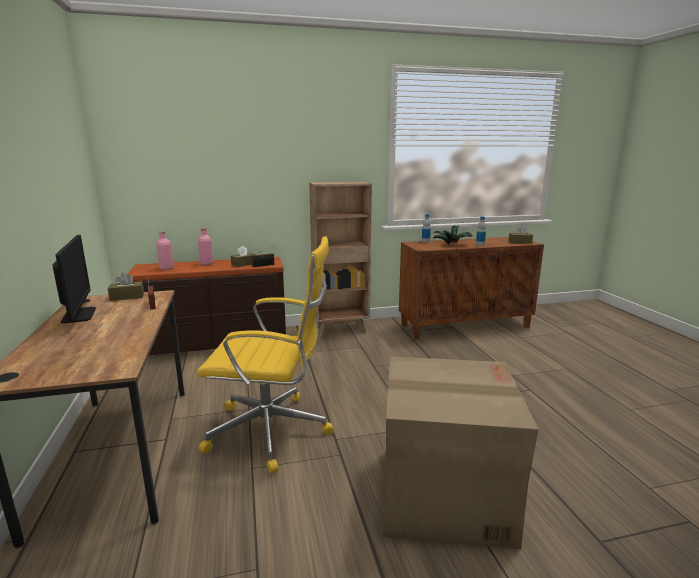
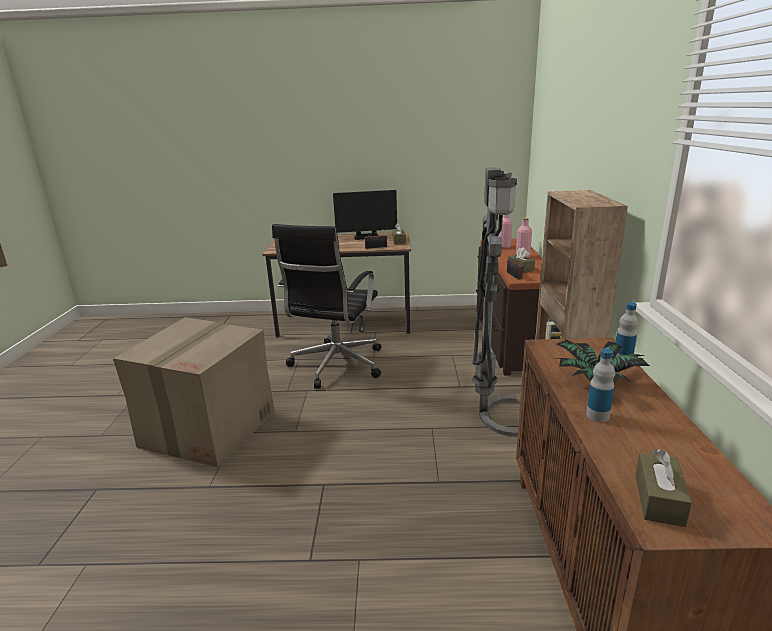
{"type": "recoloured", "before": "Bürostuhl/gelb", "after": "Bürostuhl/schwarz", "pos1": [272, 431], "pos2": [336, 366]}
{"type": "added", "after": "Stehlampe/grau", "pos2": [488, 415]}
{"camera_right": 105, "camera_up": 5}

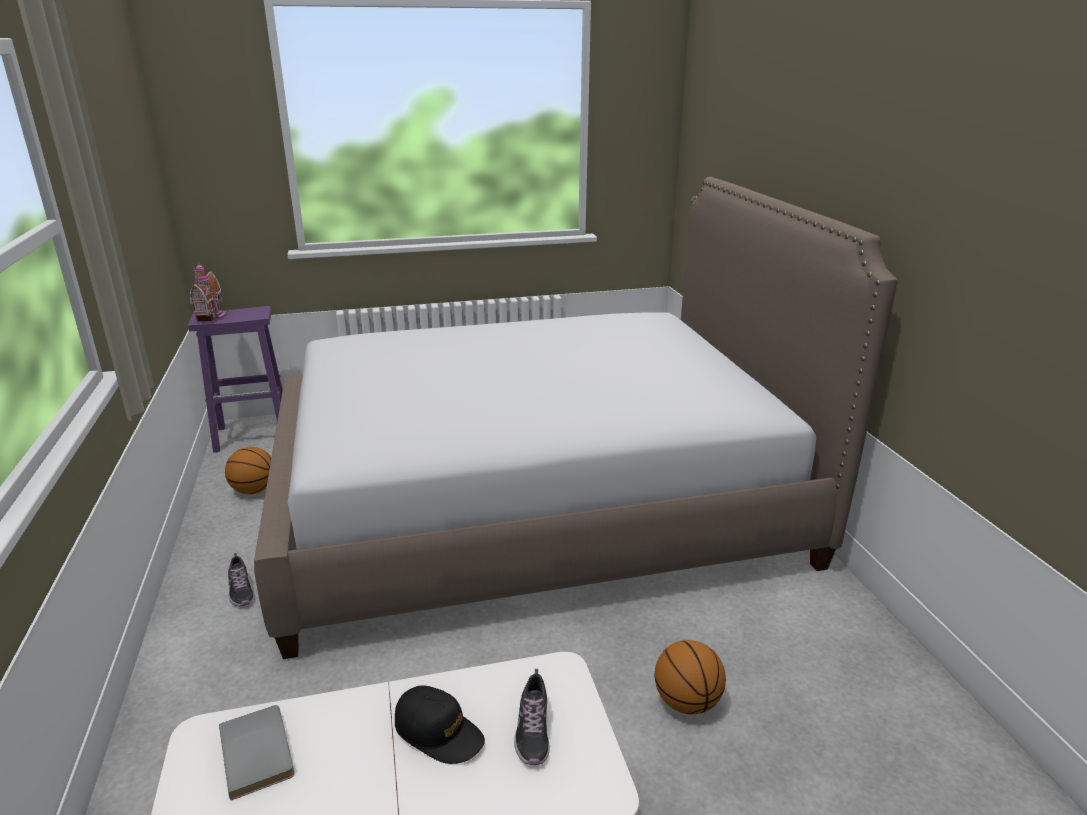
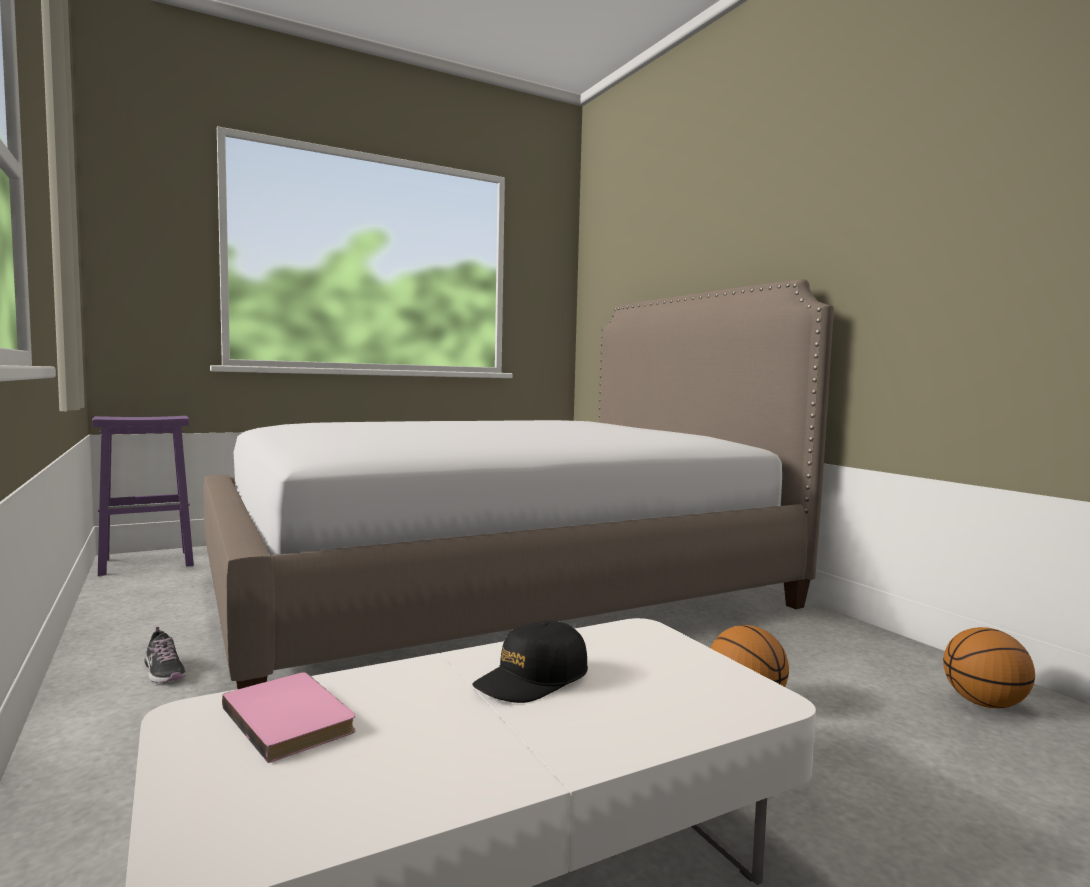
{"type": "removed", "before": "Spielzeughaus", "pos1": [213, 316]}
{"type": "recoloured", "before": "Buch/grau", "after": "Buch/rosa", "pos1": [260, 752], "pos2": [293, 718]}
{"type": "moved", "before": "Basketball", "pos1": [254, 490], "pos2": [983, 703]}
{"type": "turned", "before": "Kappe/schwarz", "pos1": [439, 732], "pos2": [532, 679], "turn": 120}
{"type": "removed", "before": "Schuh", "pos1": [533, 730]}
{"camera_right": -15, "camera_up": -20}

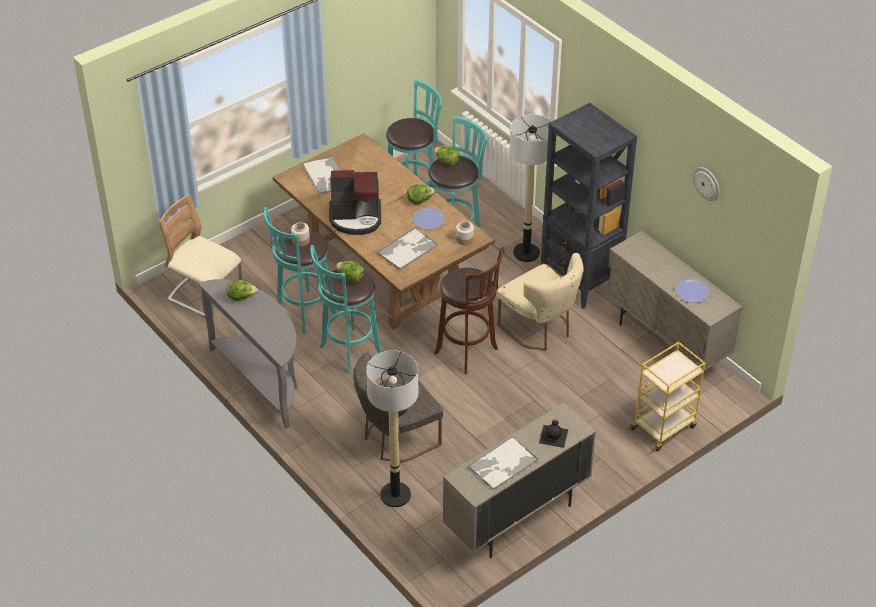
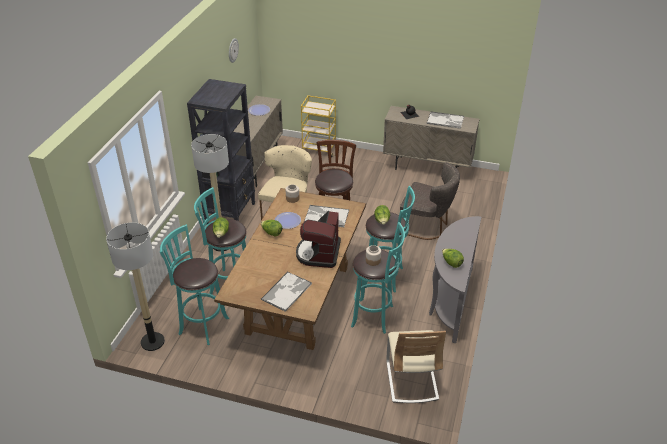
{"type": "turned", "before": "Kaffeemaschine", "pos1": [356, 218], "pos2": [319, 253], "turn": -135}
{"type": "moved", "before": "Stehlampe", "pos1": [395, 495], "pos2": [152, 342]}
{"camera_right": -125, "camera_up": -5}

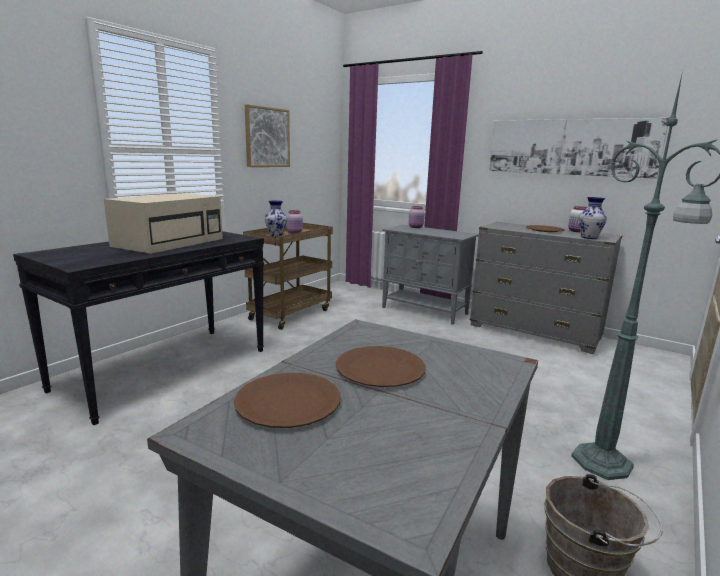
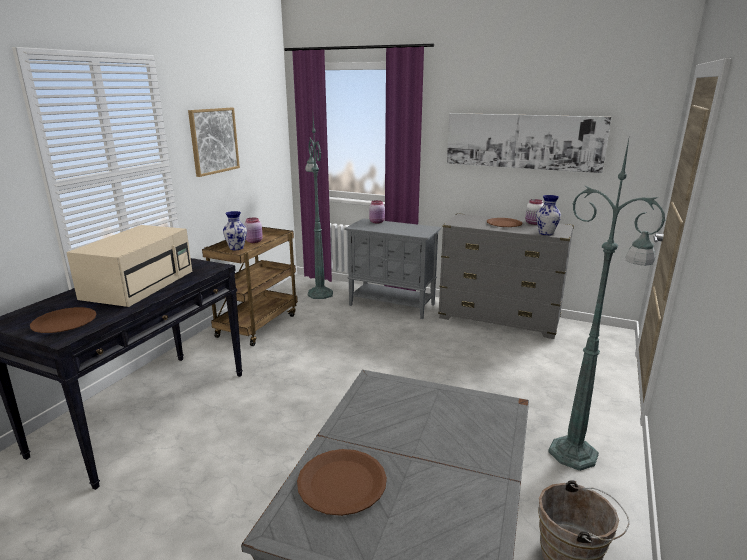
{"type": "moved", "before": "Teller/braun", "pos1": [380, 368], "pos2": [64, 322]}
{"type": "added", "after": "Stehlampe/grün", "pos2": [320, 293]}
{"camera_right": -10, "camera_up": 5}

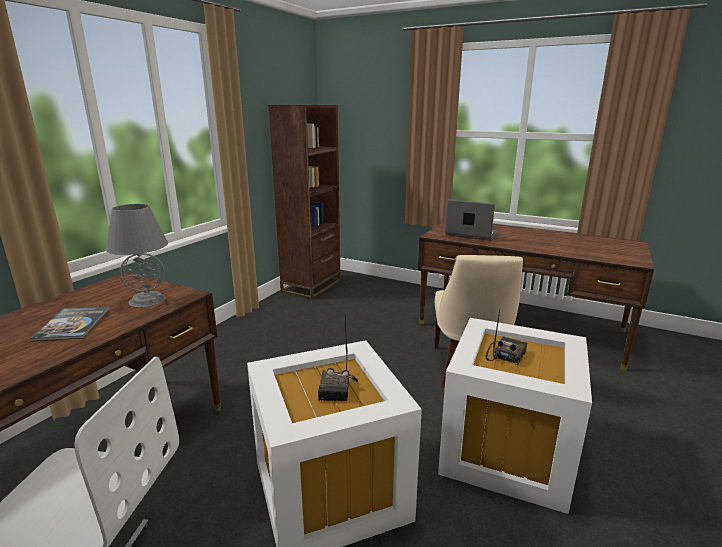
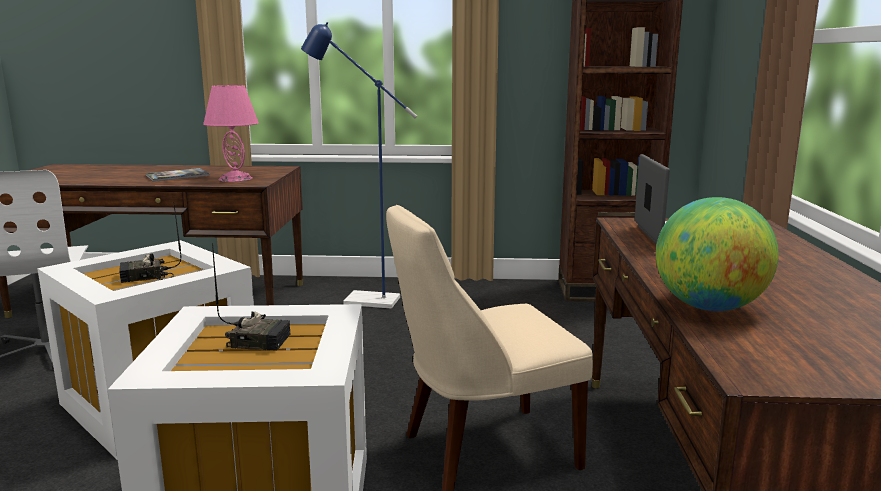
{"type": "recoloured", "before": "Tischlampe/grau", "after": "Tischlampe/rosa", "pos1": [147, 300], "pos2": [235, 179]}
{"type": "added", "after": "Stehlampe/blau", "pos2": [362, 300]}
{"type": "added", "after": "Globus", "pos2": [709, 307]}
{"camera_right": 65, "camera_up": -5}

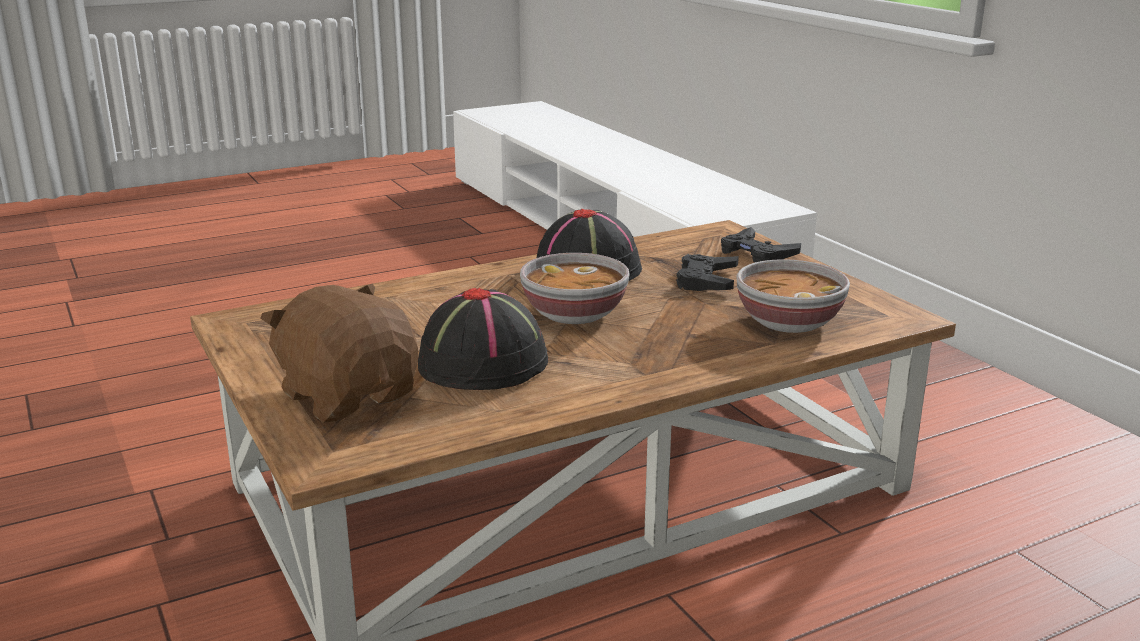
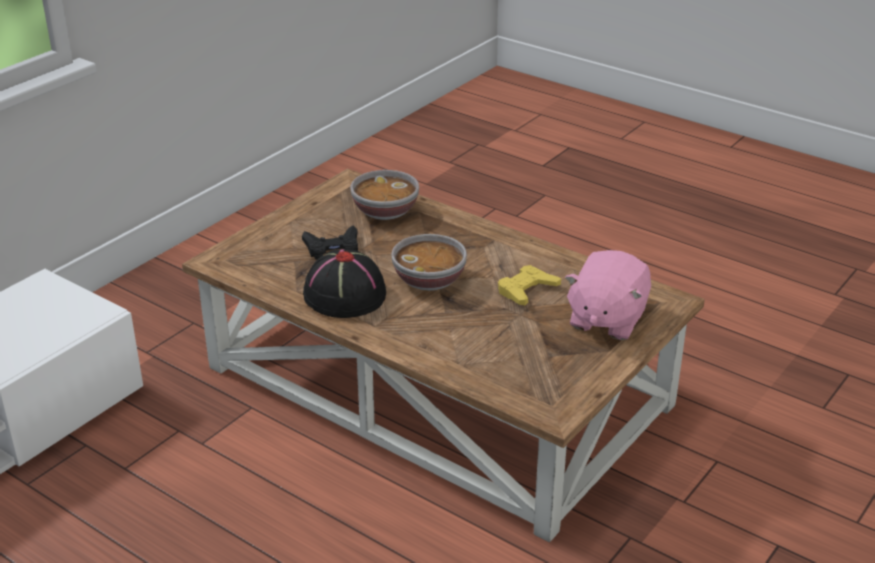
{"type": "recoloured", "before": "Plüschtier/braun", "after": "Plüschtier/rosa", "pos1": [349, 395], "pos2": [606, 319]}
{"type": "replaced", "before": "Hut/schwarz", "after": "Gamepad/gelb", "pos1": [483, 363], "pos2": [526, 290]}
{"type": "removed", "before": "Gamepad/schwarz", "pos1": [757, 254]}
{"camera_right": -115, "camera_up": 10}

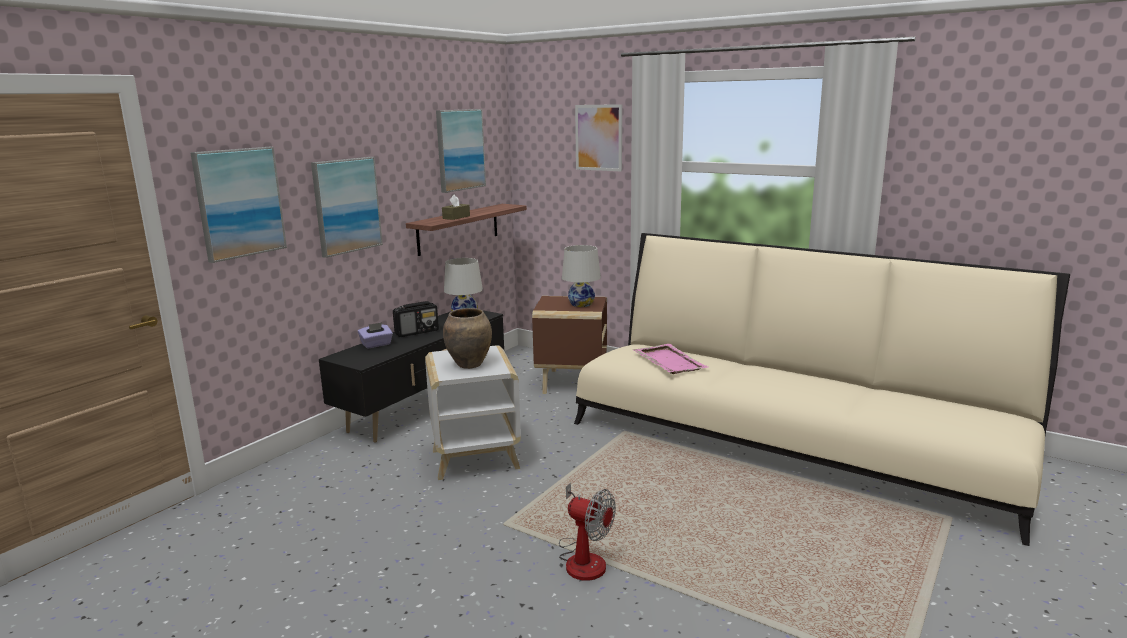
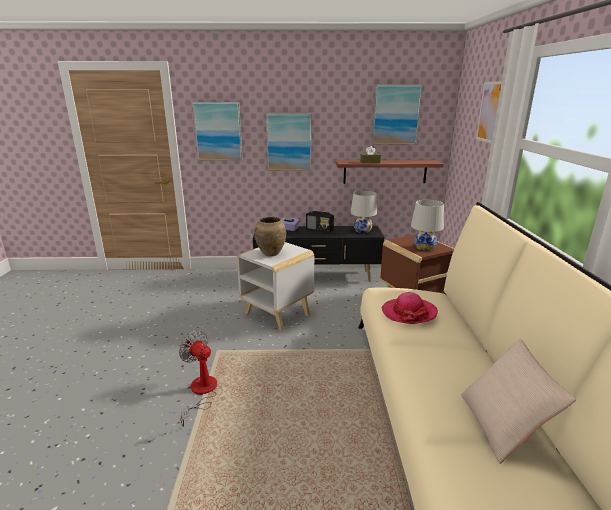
{"type": "turned", "before": "Ventilator", "pos1": [583, 558], "pos2": [201, 393], "turn": 135}
{"type": "replaced", "before": "Tablett/rosa", "after": "Hut", "pos1": [669, 361], "pos2": [409, 312]}
{"type": "added", "after": "Kissen/beige", "pos2": [503, 426]}
{"camera_right": 55, "camera_up": 5}

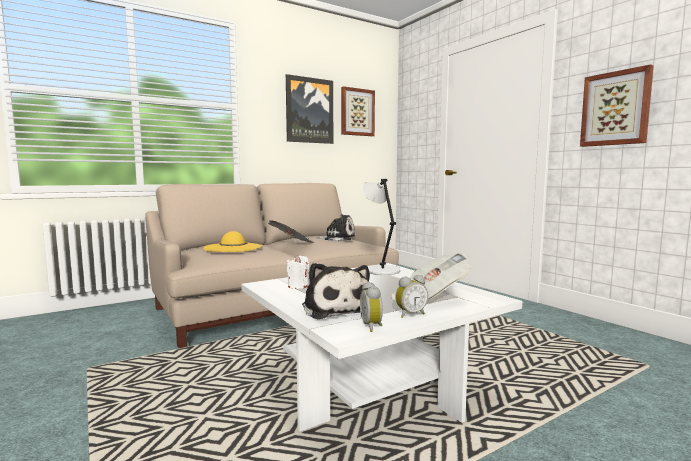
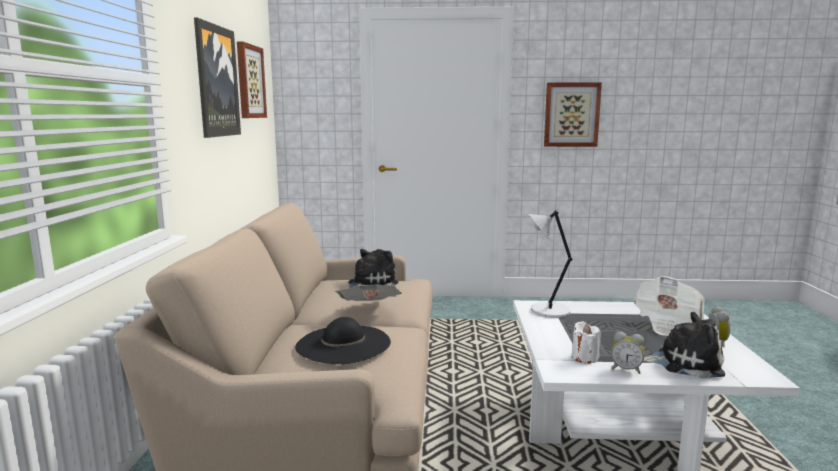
{"type": "recoloured", "before": "Hut/gelb", "after": "Hut/schwarz", "pos1": [232, 247], "pos2": [343, 344]}
{"type": "moved", "before": "Wecker", "pos1": [372, 326], "pos2": [626, 369]}
{"camera_right": -55, "camera_up": 5}

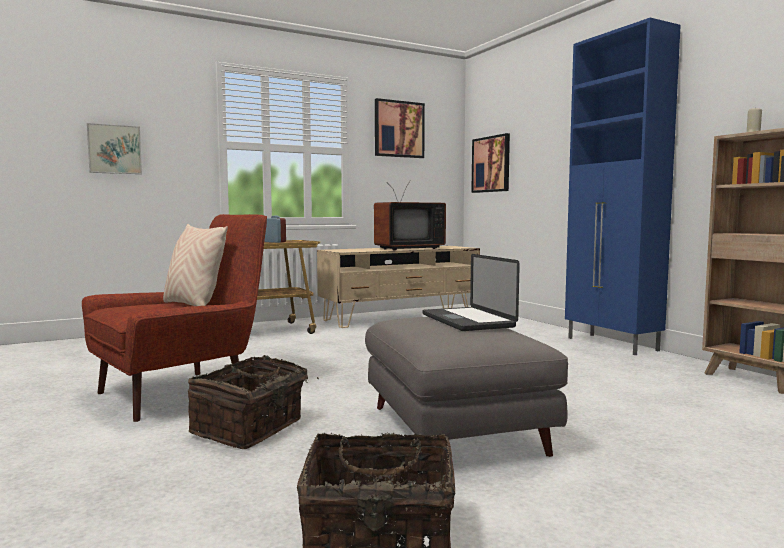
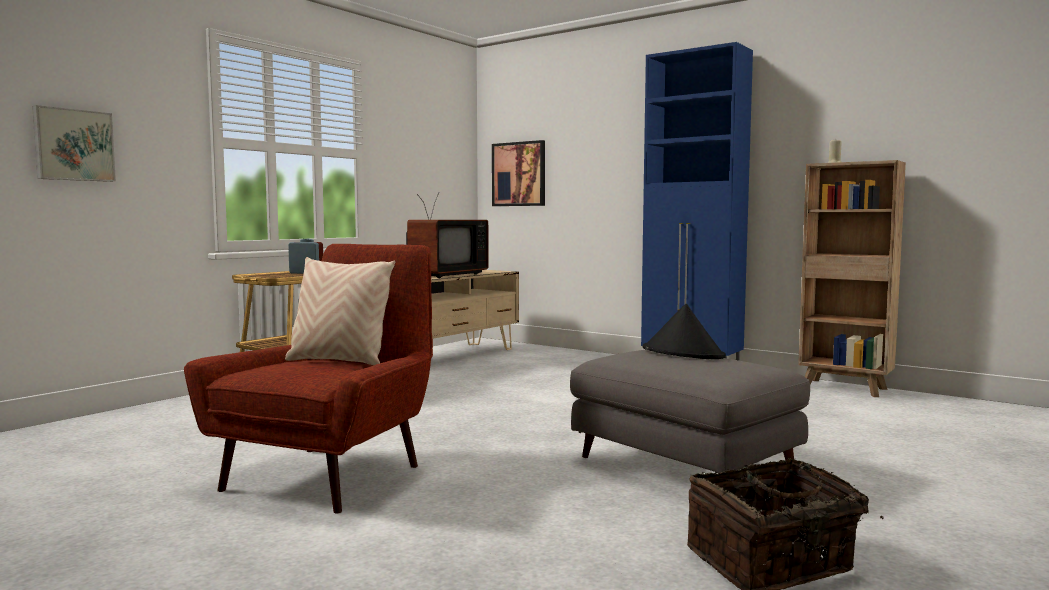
{"type": "removed", "before": "Korb", "pos1": [250, 428]}
{"type": "removed", "before": "Bild", "pos1": [399, 129]}
{"type": "replaced", "before": "Laptop", "after": "Hut/schwarz", "pos1": [467, 320], "pos2": [683, 353]}
{"camera_right": -25, "camera_up": 0}

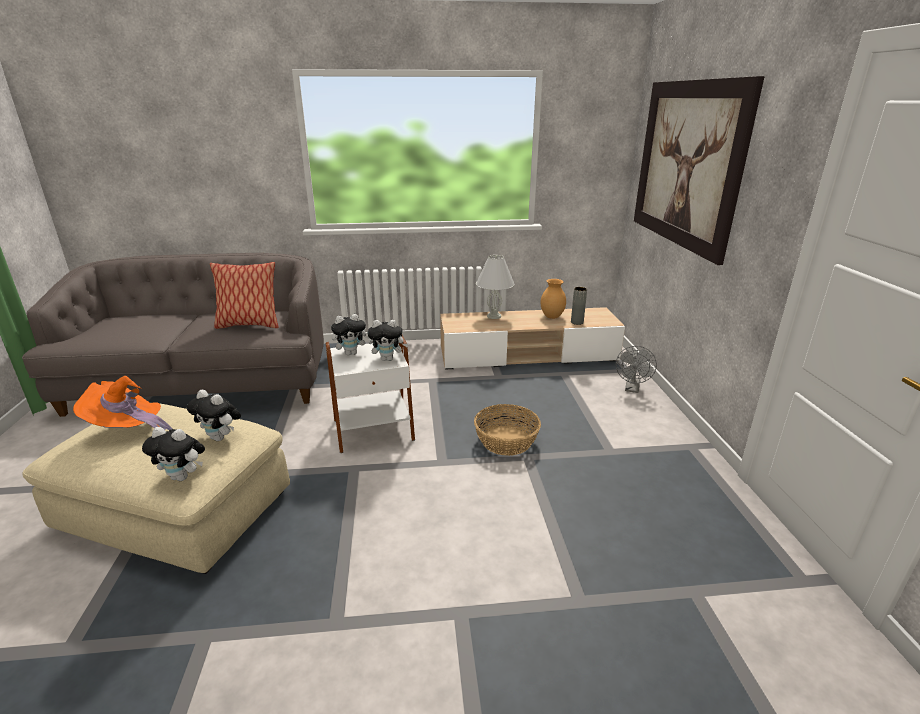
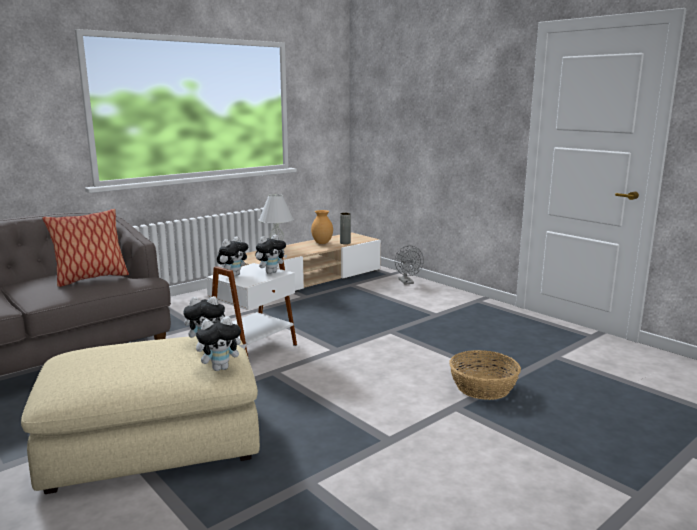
{"type": "removed", "before": "Hut/orange", "pos1": [128, 429]}
{"type": "moved", "before": "Korb", "pos1": [506, 441], "pos2": [483, 387]}
{"type": "removed", "before": "Bild", "pos1": [687, 164]}
{"camera_right": -35, "camera_up": -10}

